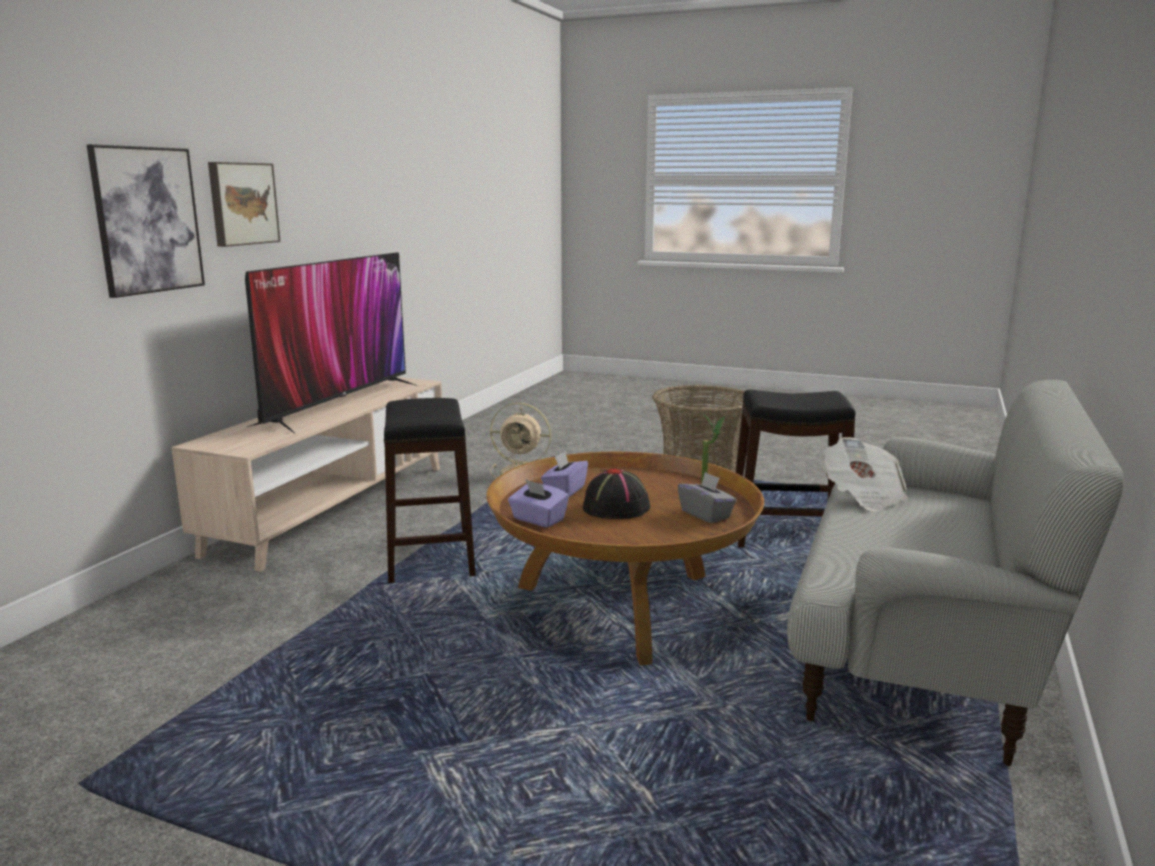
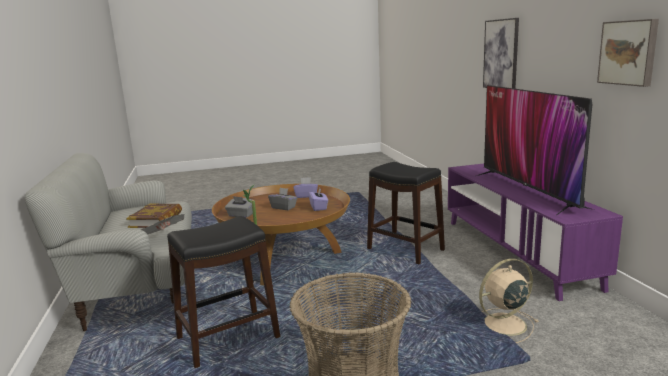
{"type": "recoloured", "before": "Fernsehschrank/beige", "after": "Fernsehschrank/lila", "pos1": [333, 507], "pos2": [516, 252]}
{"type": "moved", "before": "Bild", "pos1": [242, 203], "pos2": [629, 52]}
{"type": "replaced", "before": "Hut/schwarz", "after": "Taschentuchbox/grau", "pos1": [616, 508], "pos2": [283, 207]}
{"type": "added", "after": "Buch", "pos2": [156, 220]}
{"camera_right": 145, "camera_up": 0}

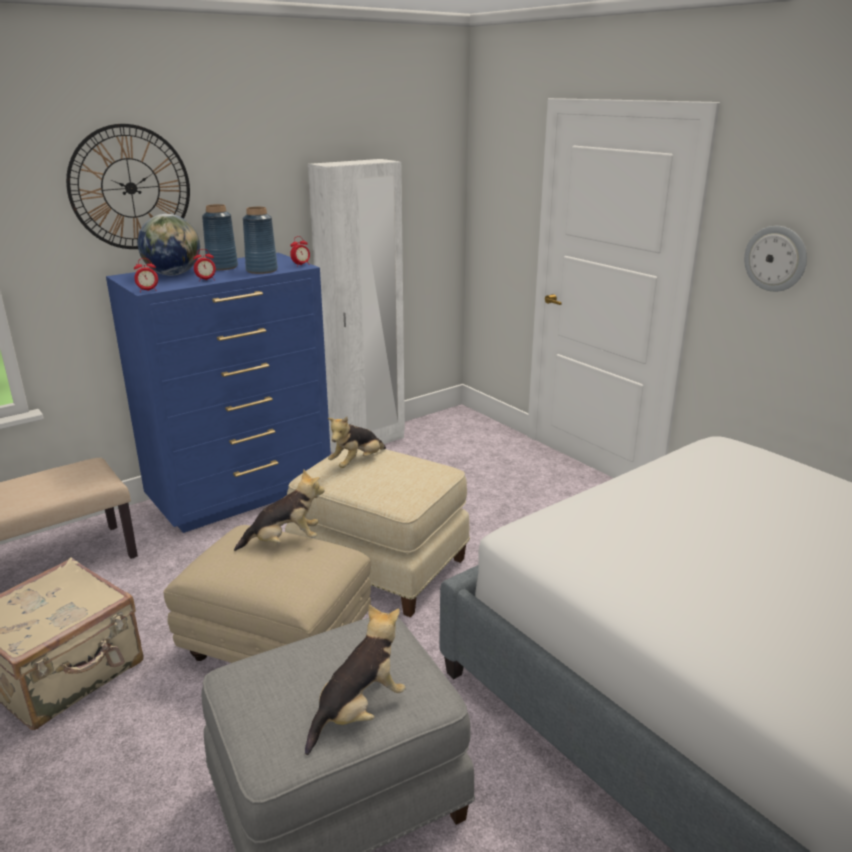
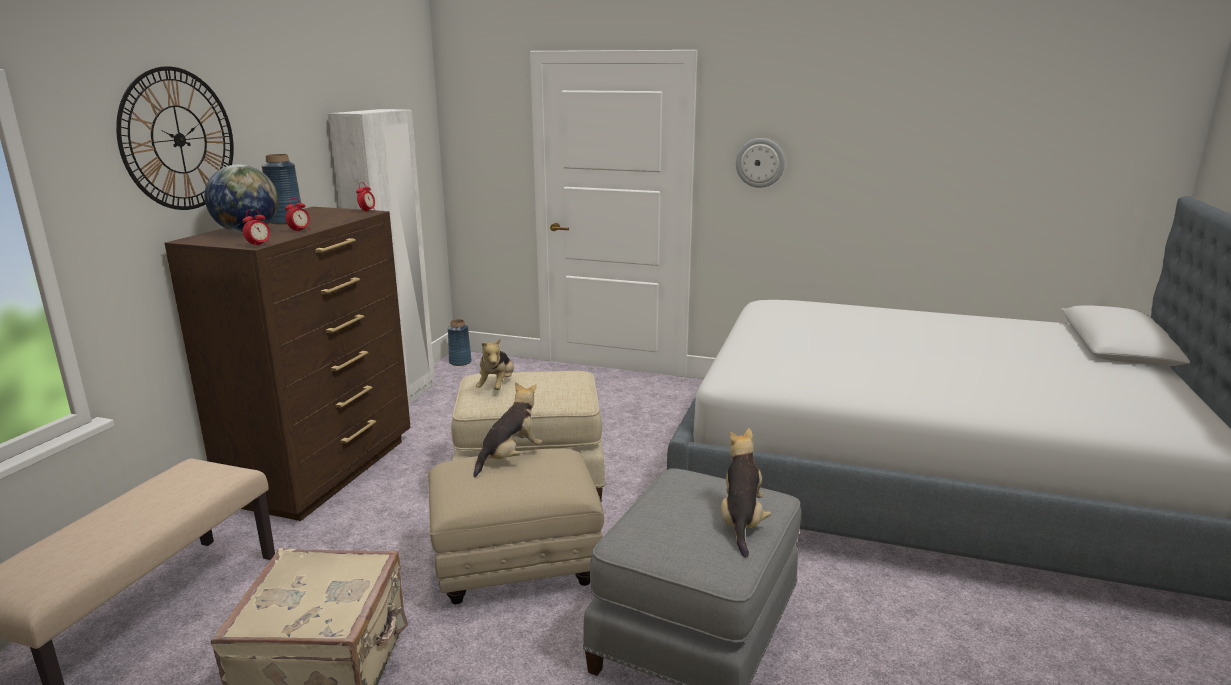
{"type": "recoloured", "before": "Kommode/blau", "after": "Kommode/braun", "pos1": [243, 494], "pos2": [325, 471]}
{"type": "moved", "before": "Vase/blau", "pos1": [261, 270], "pos2": [460, 362]}
{"camera_right": -35, "camera_up": -5}

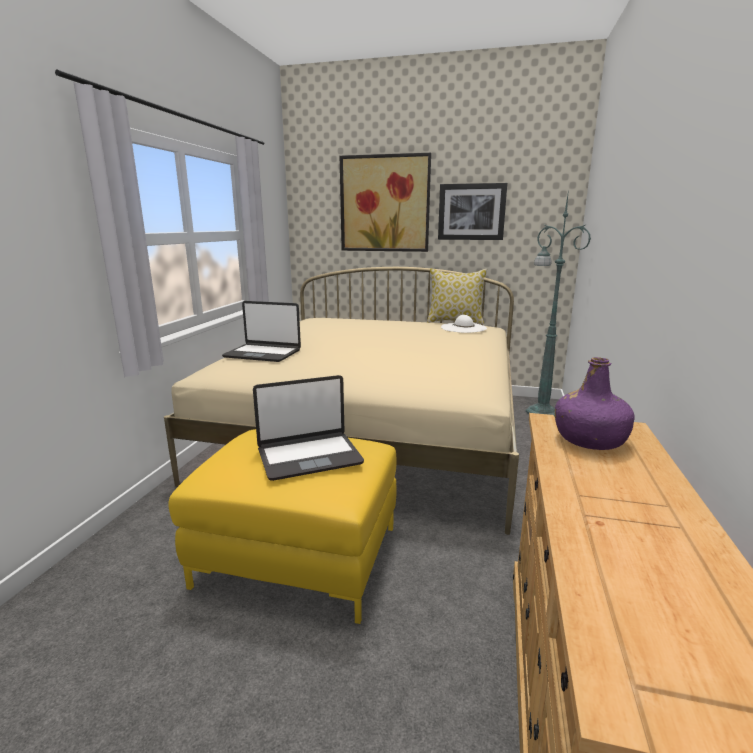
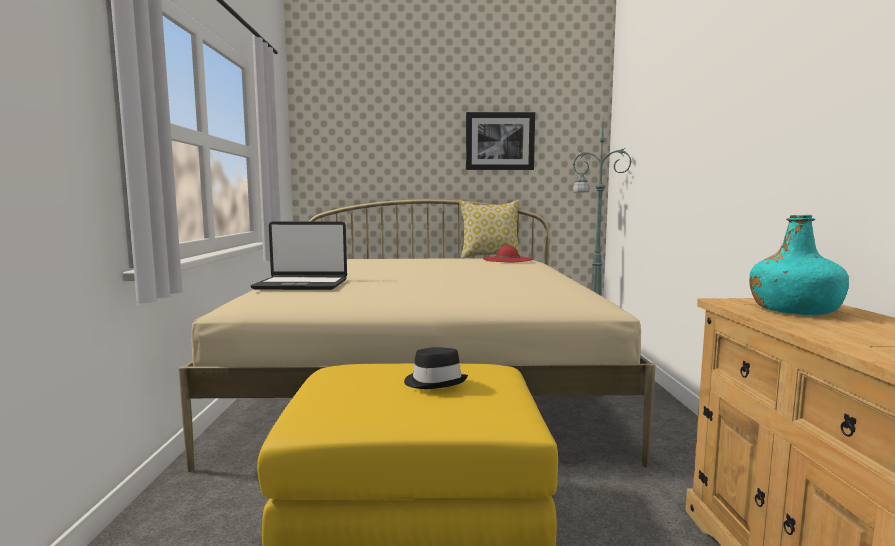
{"type": "replaced", "before": "Laptop", "after": "Hut/schwarz", "pos1": [309, 456], "pos2": [435, 382]}
{"type": "removed", "before": "Bild", "pos1": [384, 204]}
{"type": "recoloured", "before": "Hut/weiß", "after": "Hut/rot", "pos1": [464, 328], "pos2": [508, 259]}
{"type": "recoloured", "before": "Flasche/lila", "after": "Flasche/türkis", "pos1": [589, 440], "pos2": [794, 310]}
{"camera_right": -15, "camera_up": -10}

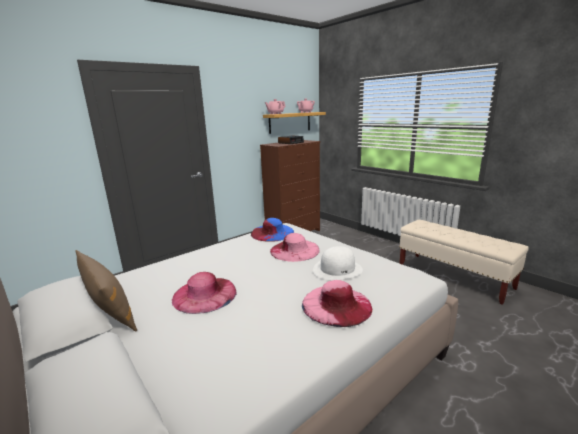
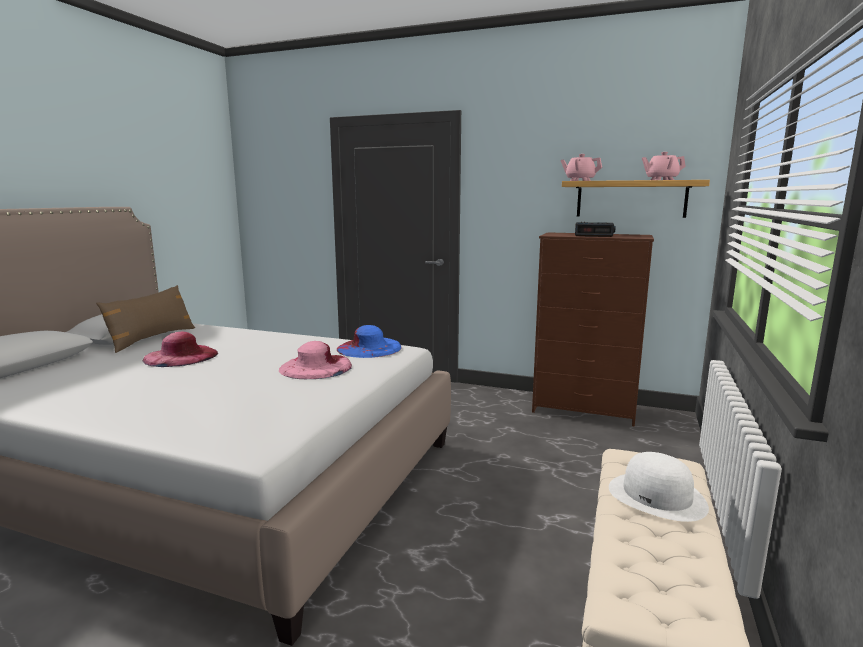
{"type": "removed", "before": "Hut/rosa", "pos1": [336, 305]}
{"type": "moved", "before": "Hut/weiß", "pos1": [337, 269], "pos2": [657, 496]}
{"camera_right": 60, "camera_up": -5}

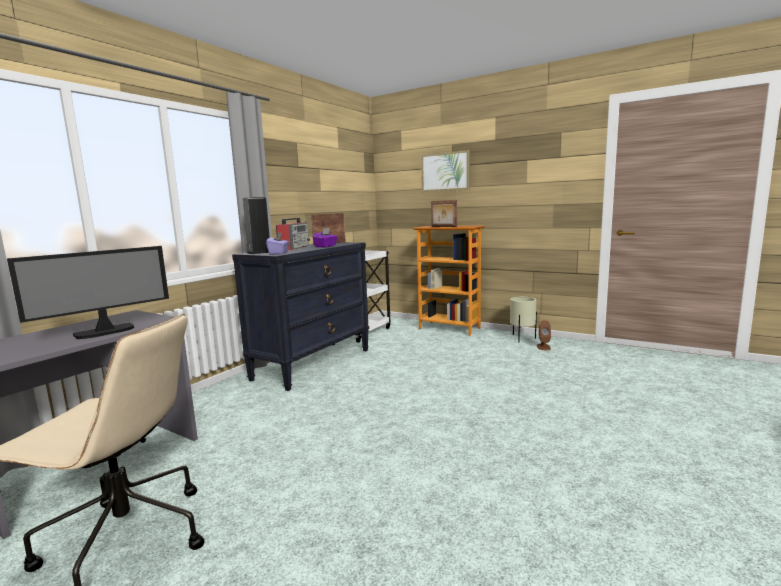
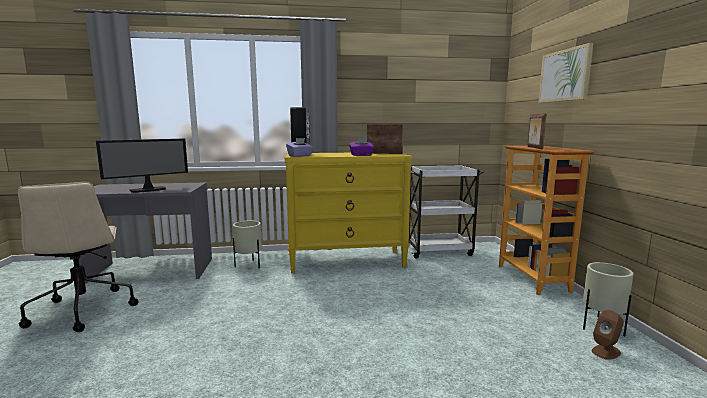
{"type": "turned", "before": "Monitor", "pos1": [105, 332], "pos2": [148, 190], "turn": -45}
{"type": "recoloured", "before": "Kommode/schwarz", "after": "Kommode/gelb", "pos1": [313, 364], "pos2": [347, 261]}
{"type": "removed", "before": "Radio", "pos1": [294, 248]}
{"type": "added", "after": "Pflanzkübel/beige", "pos2": [249, 265]}
{"camera_right": 50, "camera_up": 0}

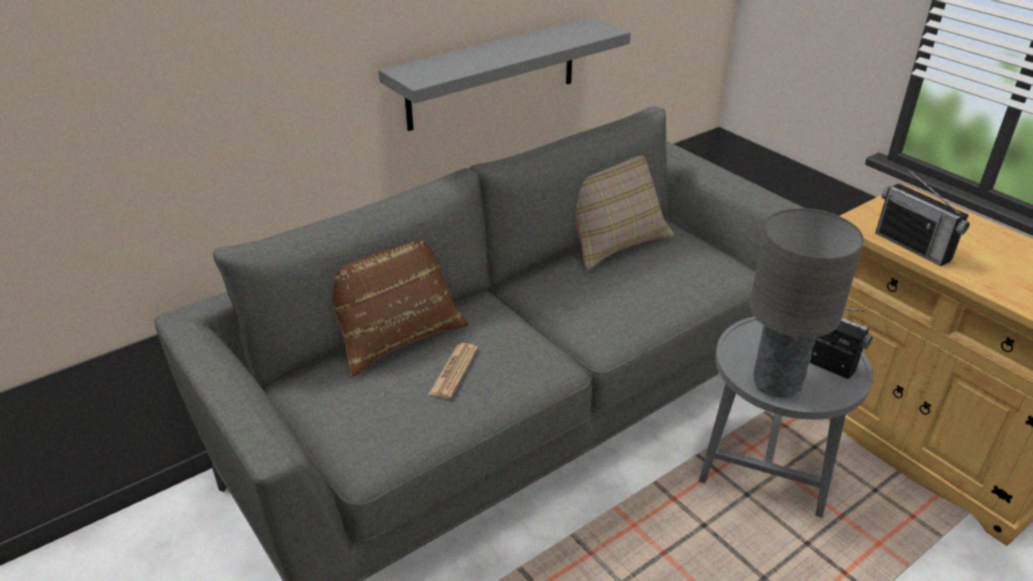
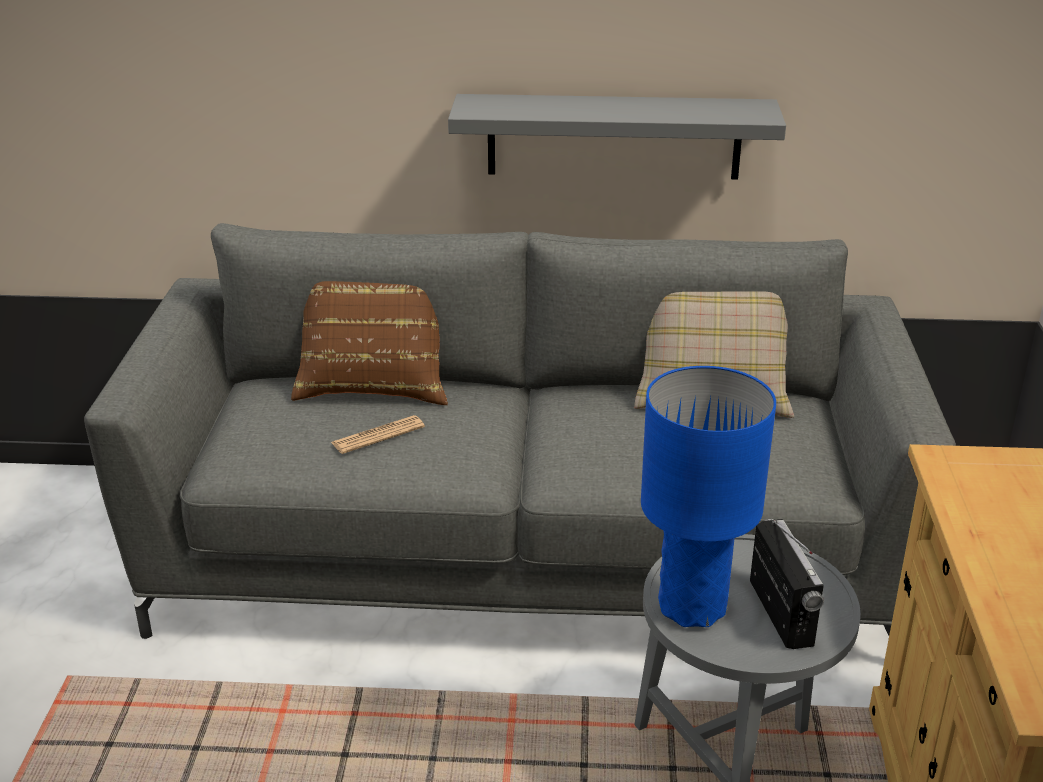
{"type": "recoloured", "before": "Tischlampe/grau", "after": "Tischlampe/blau", "pos1": [777, 383], "pos2": [691, 608]}
{"type": "removed", "before": "Radio", "pos1": [913, 246]}
{"camera_right": 40, "camera_up": -5}

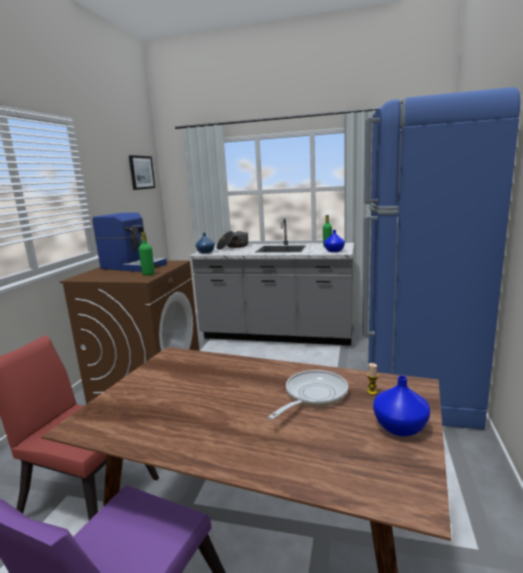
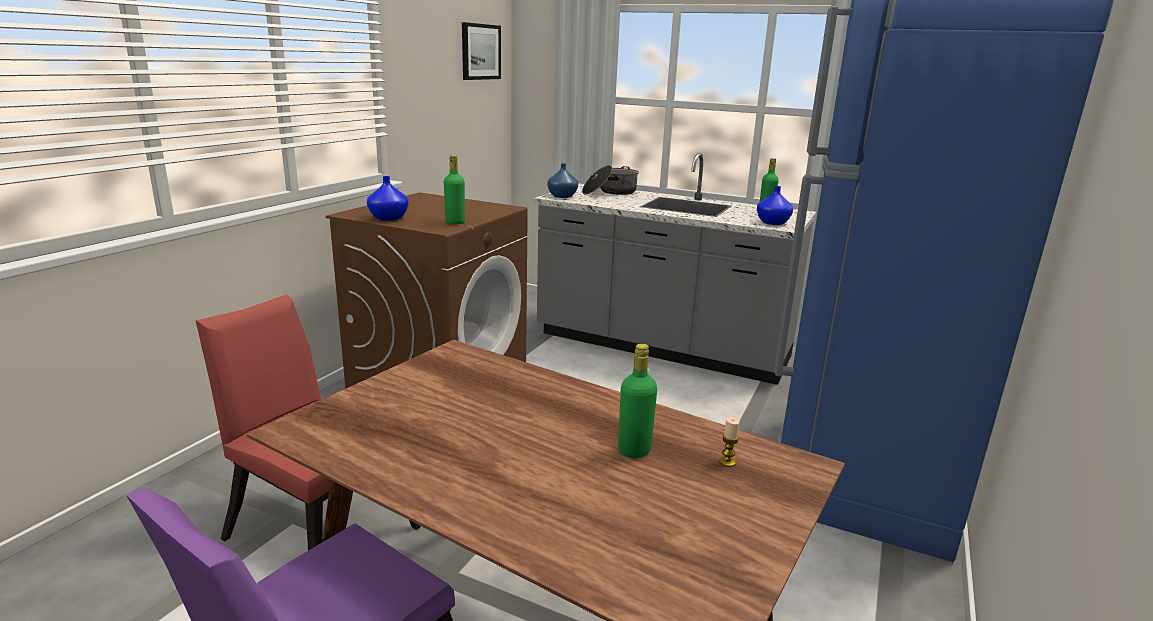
{"type": "removed", "before": "Kaffeemaschine", "pos1": [133, 266]}
{"type": "replaced", "before": "Pfanne", "after": "Flasche/grün", "pos1": [312, 396], "pos2": [634, 450]}
{"type": "moved", "before": "Vase/blau", "pos1": [401, 427], "pos2": [389, 218]}
{"camera_right": 10, "camera_up": 5}

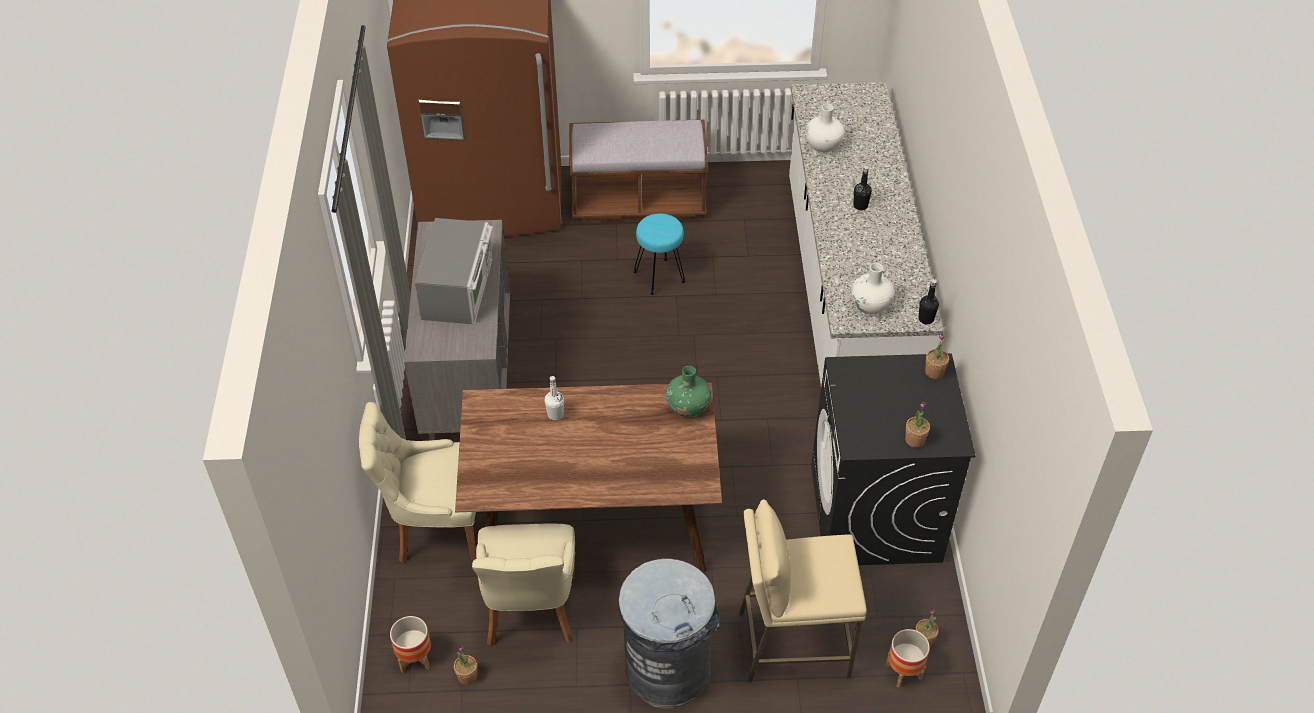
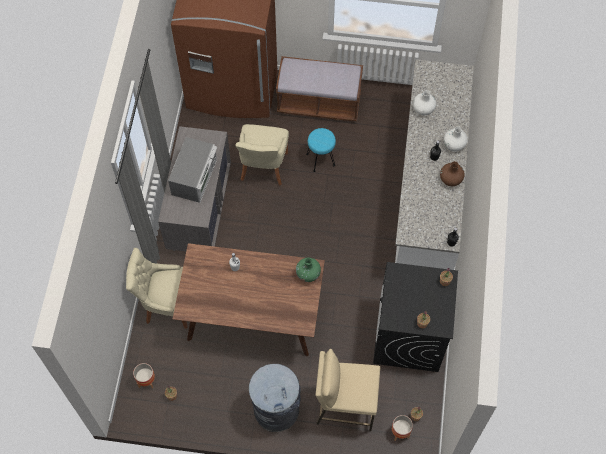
{"type": "moved", "before": "Stuhl/beige", "pos1": [530, 613], "pos2": [263, 168]}
{"type": "moved", "before": "Vase/weiß", "pos1": [870, 305], "pos2": [454, 145]}
{"type": "added", "after": "Vase/braun", "pos2": [450, 179]}
{"camera_right": 10, "camera_up": 15}

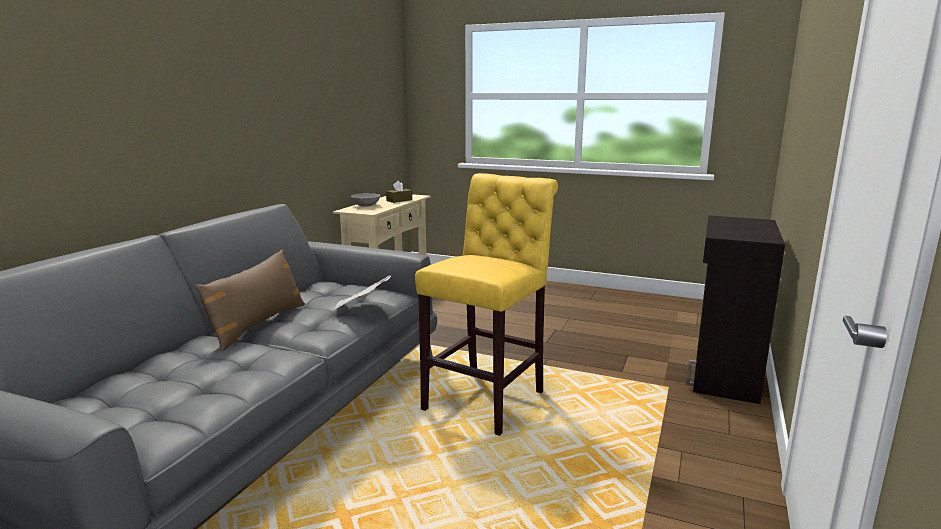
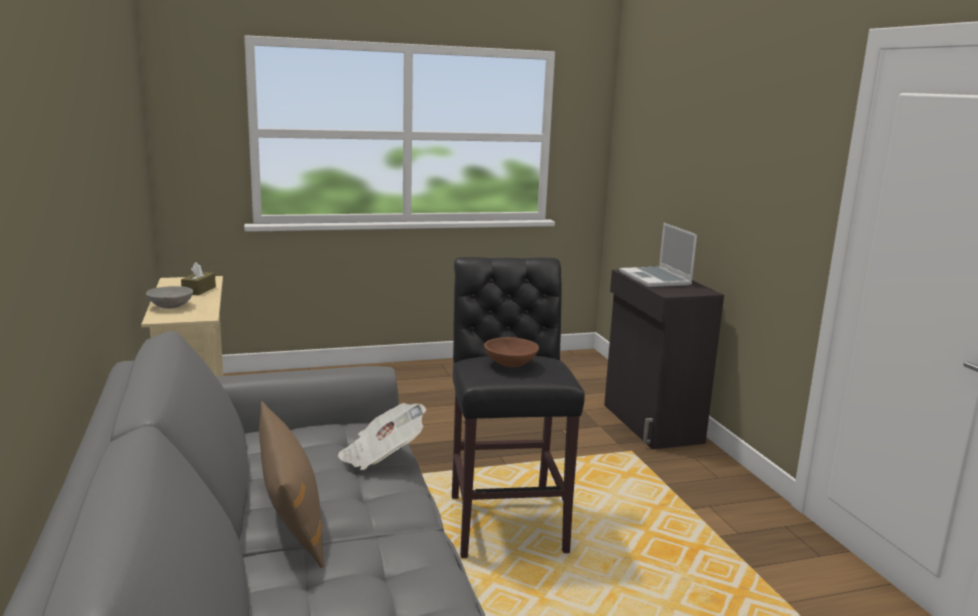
{"type": "recoloured", "before": "Hocker/gelb", "after": "Hocker/schwarz", "pos1": [488, 398], "pos2": [505, 519]}
{"type": "added", "after": "Schüssel/braun", "pos2": [510, 363]}
{"type": "added", "after": "Laptop", "pos2": [656, 279]}
{"camera_right": -40, "camera_up": 0}

